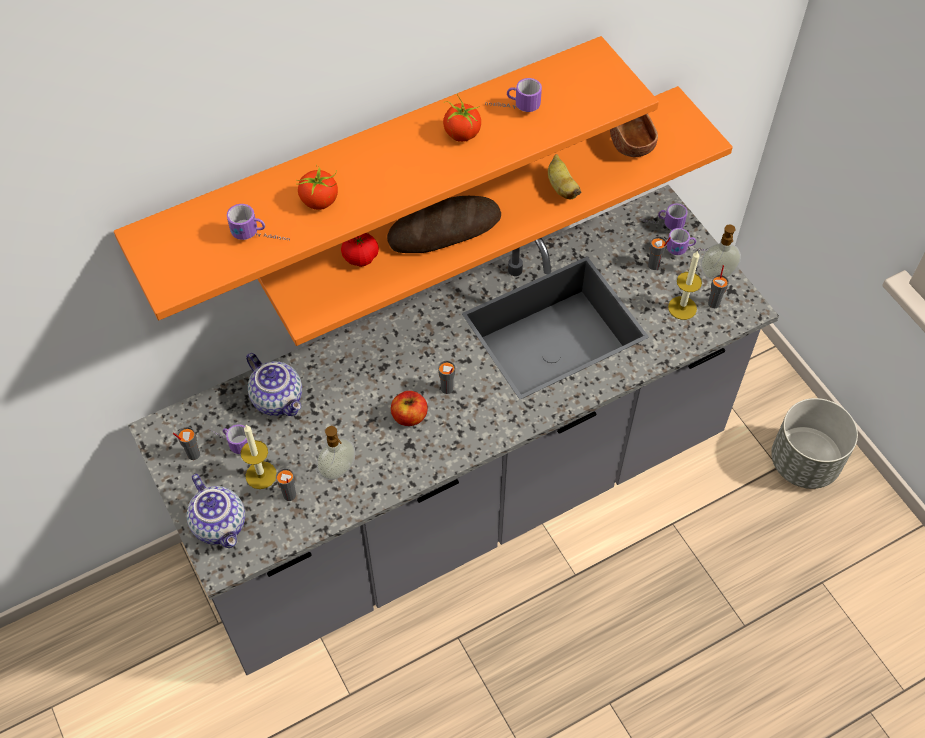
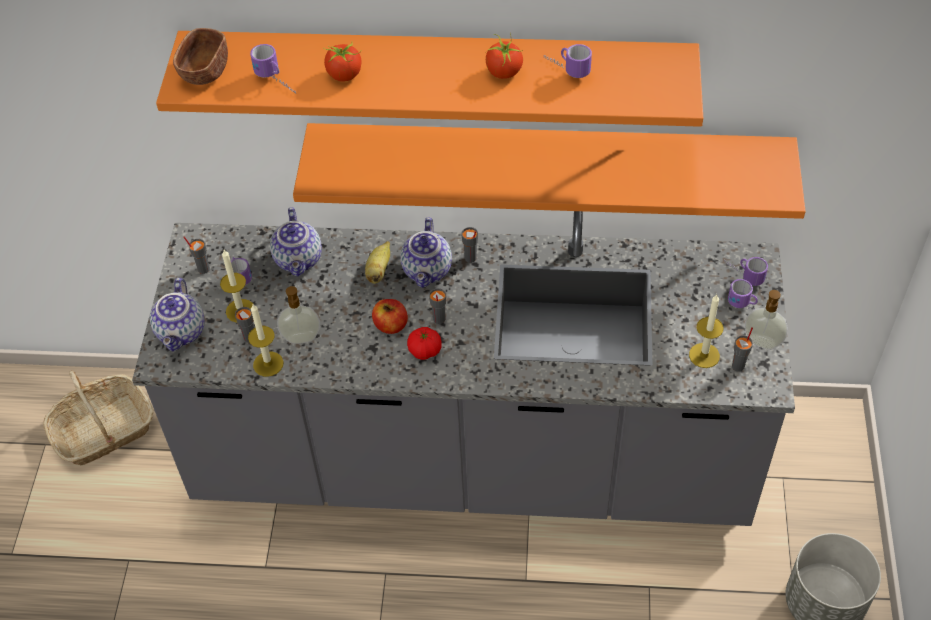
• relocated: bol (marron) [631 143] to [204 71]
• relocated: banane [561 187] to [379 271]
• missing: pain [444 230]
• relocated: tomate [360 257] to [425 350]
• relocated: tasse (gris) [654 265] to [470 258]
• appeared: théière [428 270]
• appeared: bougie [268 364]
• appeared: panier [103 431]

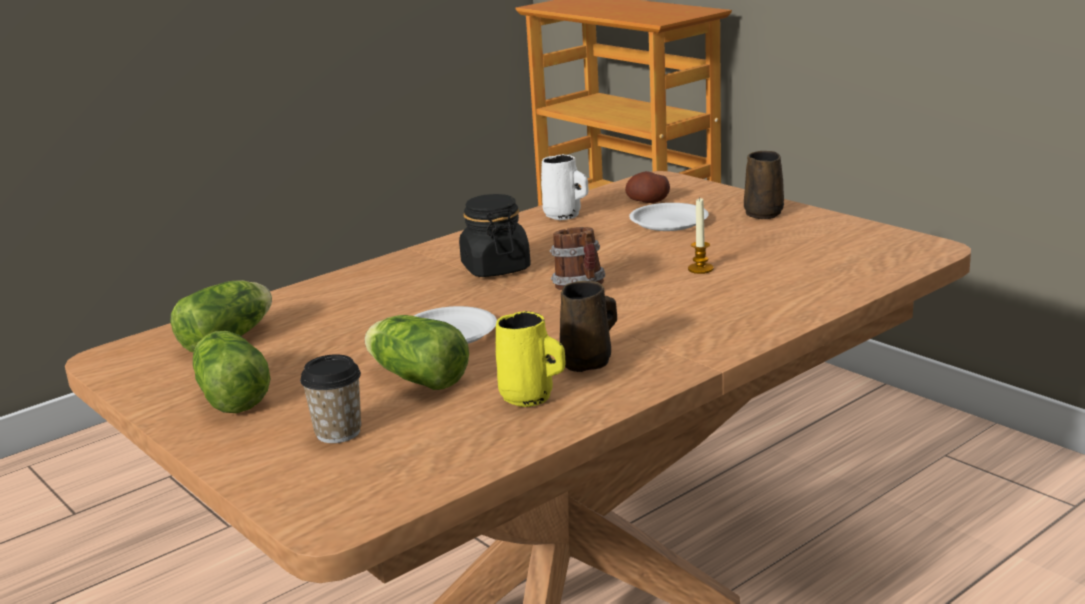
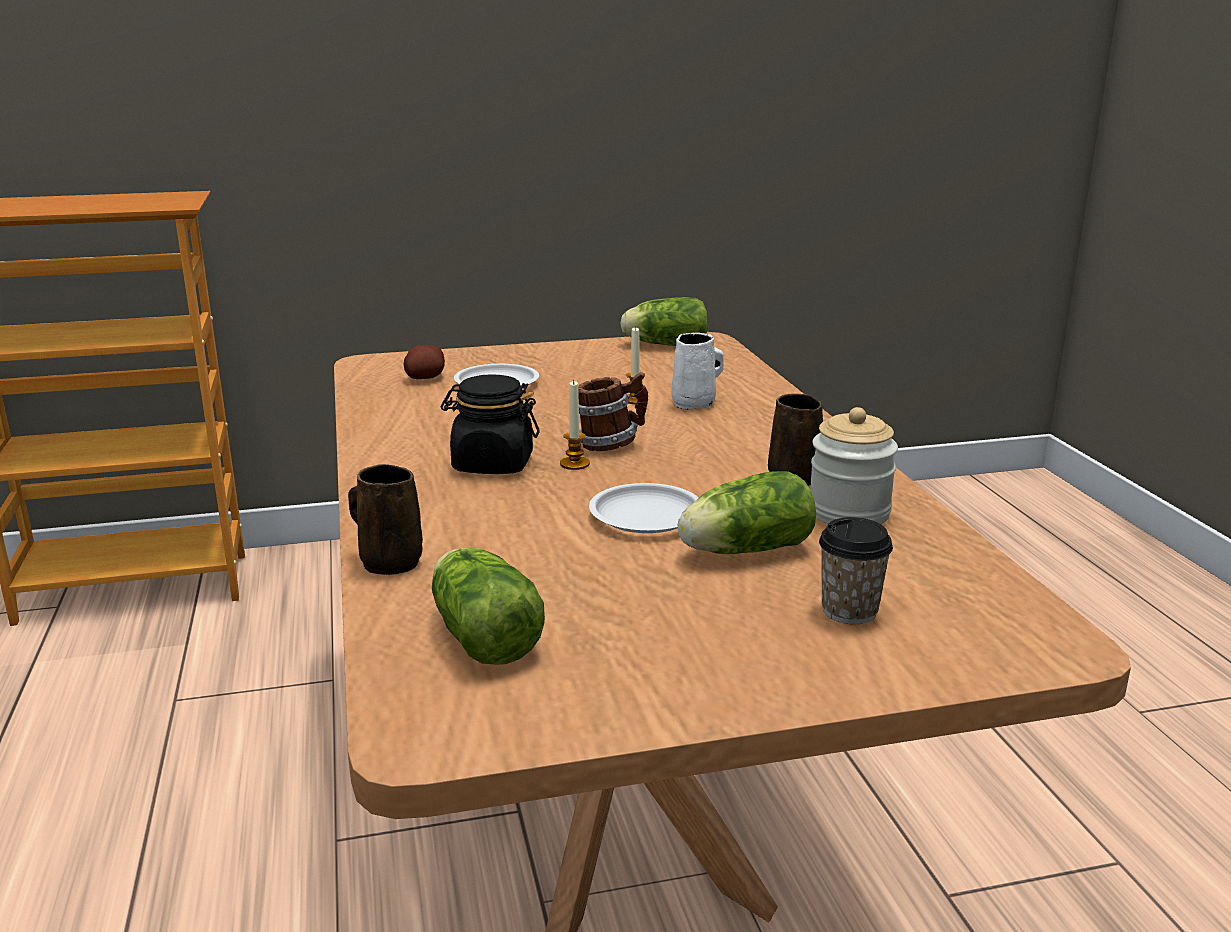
• relocated: mug (marron) [763 213] to [388 562]
• relocated: mug (blanc) [564 216] to [695 403]
• exchanged: mug (jaune) [530 397] to bocal [848 513]
• relocated: laitue [231 395] to [663 344]
• appeared: bougie [574 464]

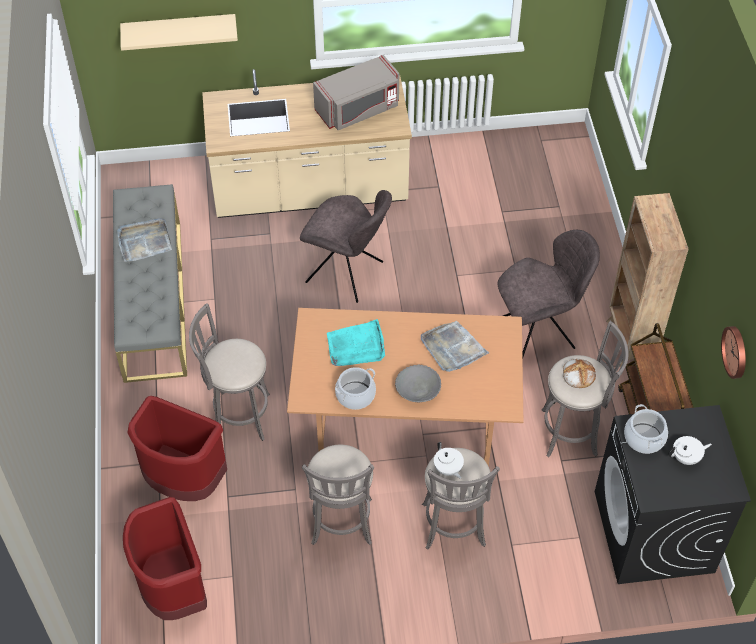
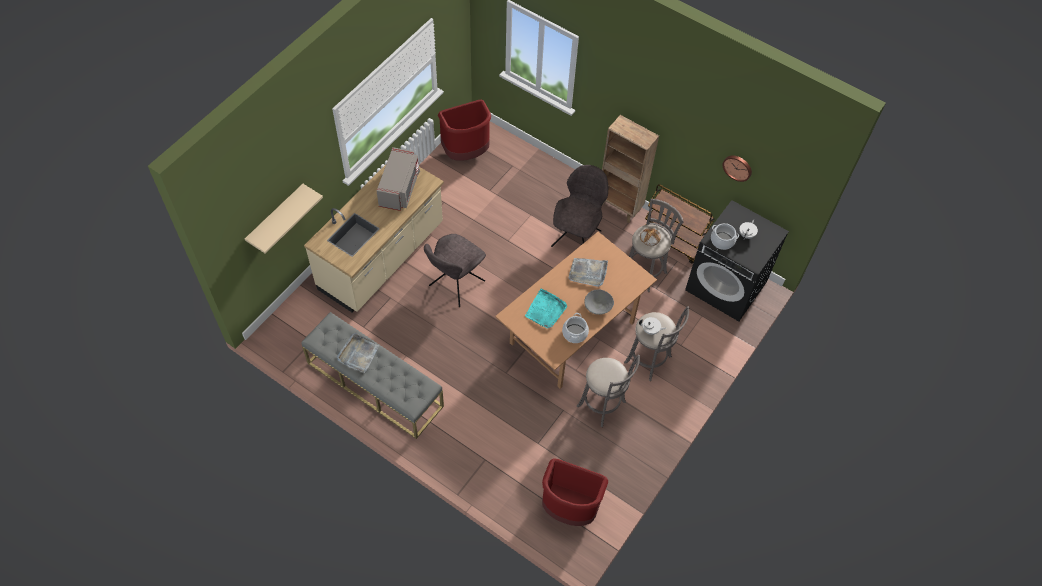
• spun: chaise (gris) [347 273] = [455 284] 150 degrees clockwise
• missing: tabouret (gris) [238 415]
• relocated: poubelle (rouge) [184 482] to [467 153]

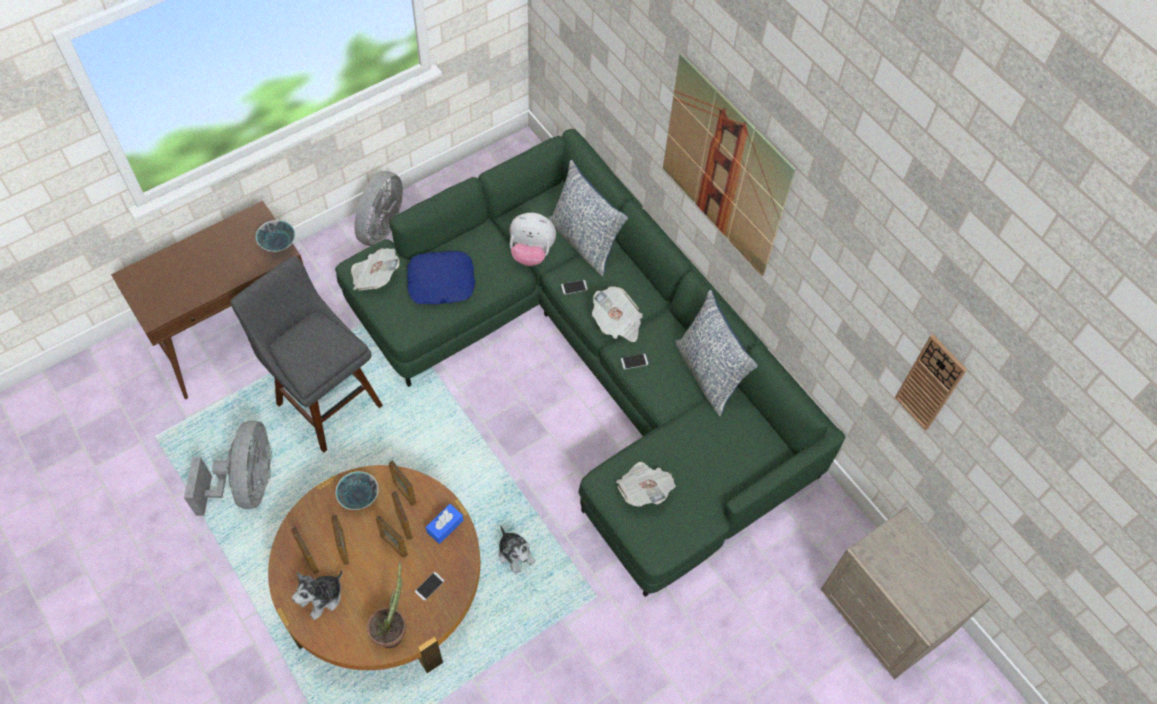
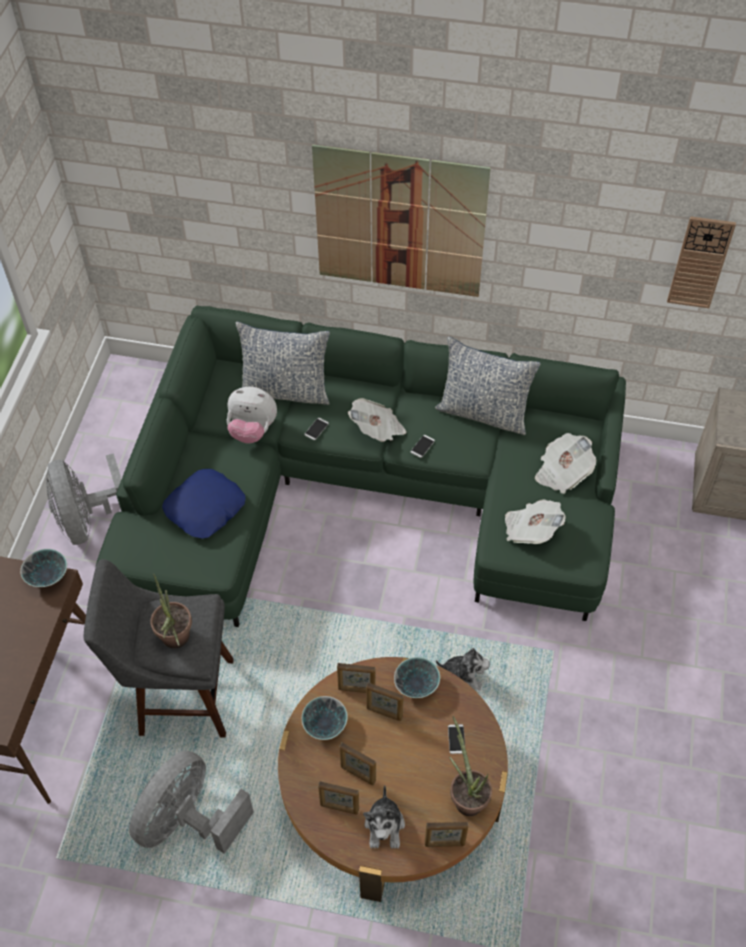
• spun: peluche [531 252] = [252 430] 45 degrees clockwise
• relocated: journal [375 277] to [562 472]
• spun: ventilateur (gris) [247 485] = [188 820] 105 degrees counterclockwise
• exchanged: boîte à mouchoirs (bleu) [445 526] to bol [417 685]
• relocated: cadre photo [394 545] to [445 843]
• appeared: plante en pot [176 642]

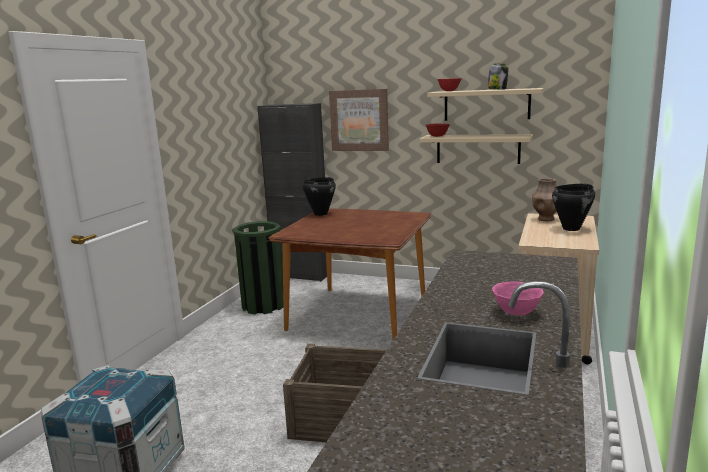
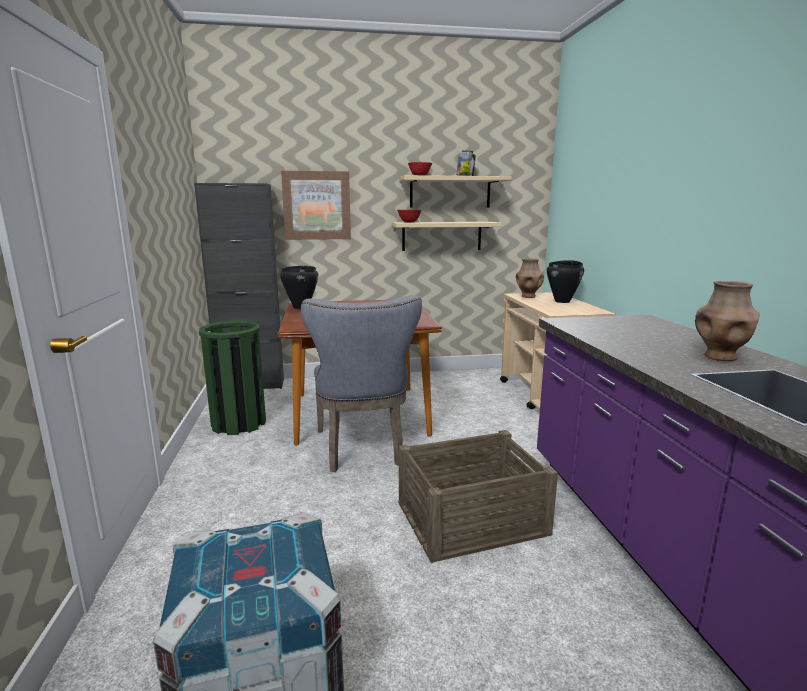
• exchanged: bol (rose) [516 312] to vase (marron) [720 357]
• appeared: chaise (gris) [362 450]

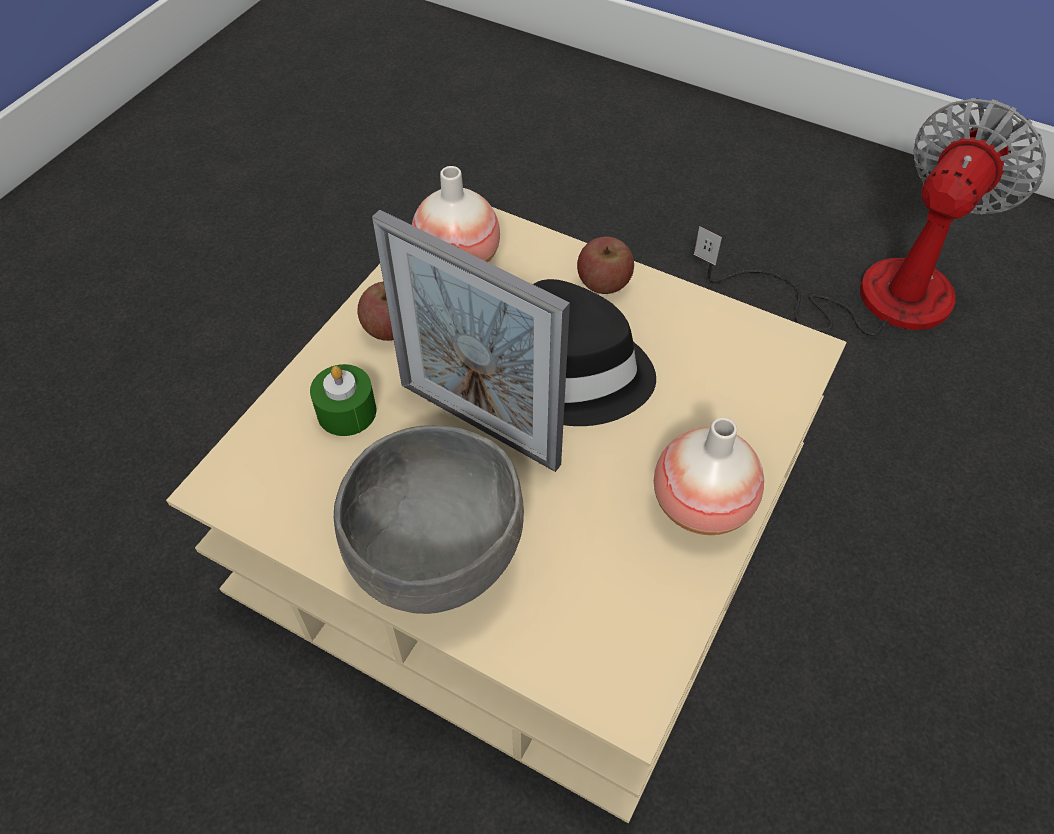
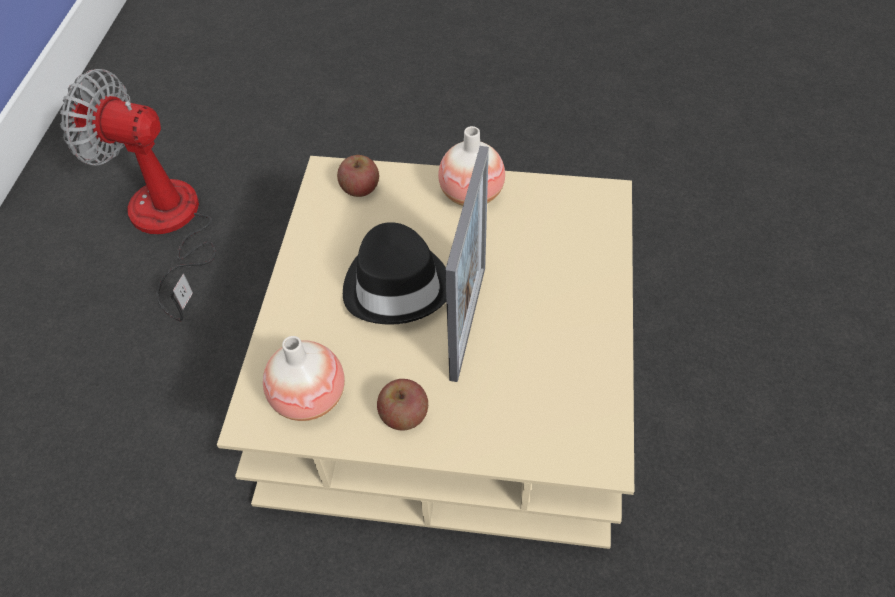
• relocated: pomme [604 282] to [360 188]
• missing: bougie (vert) [346 411]
• missing: bol (gris) [437 557]

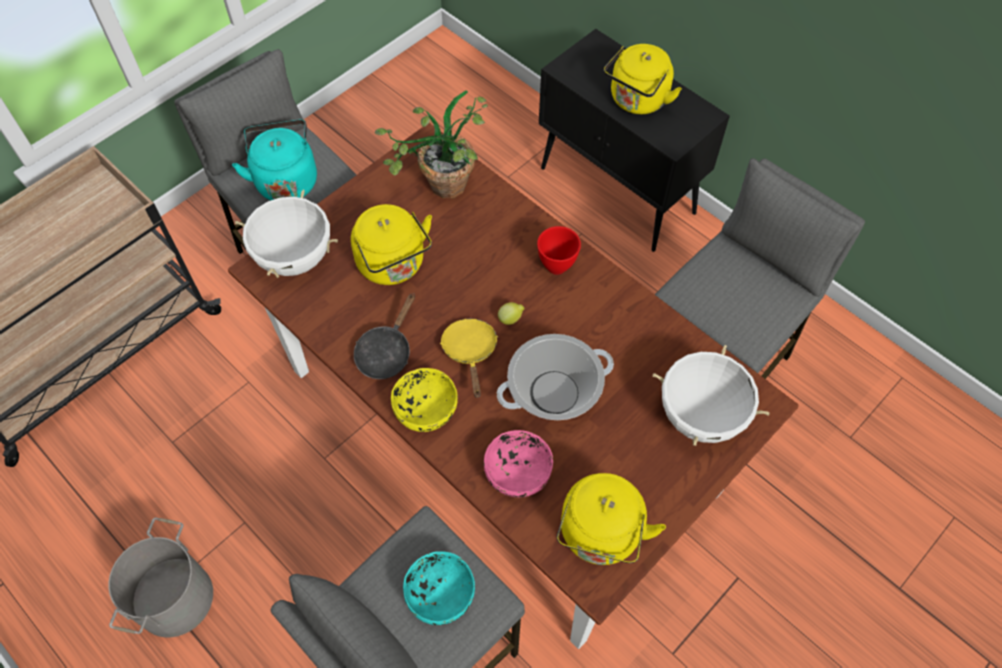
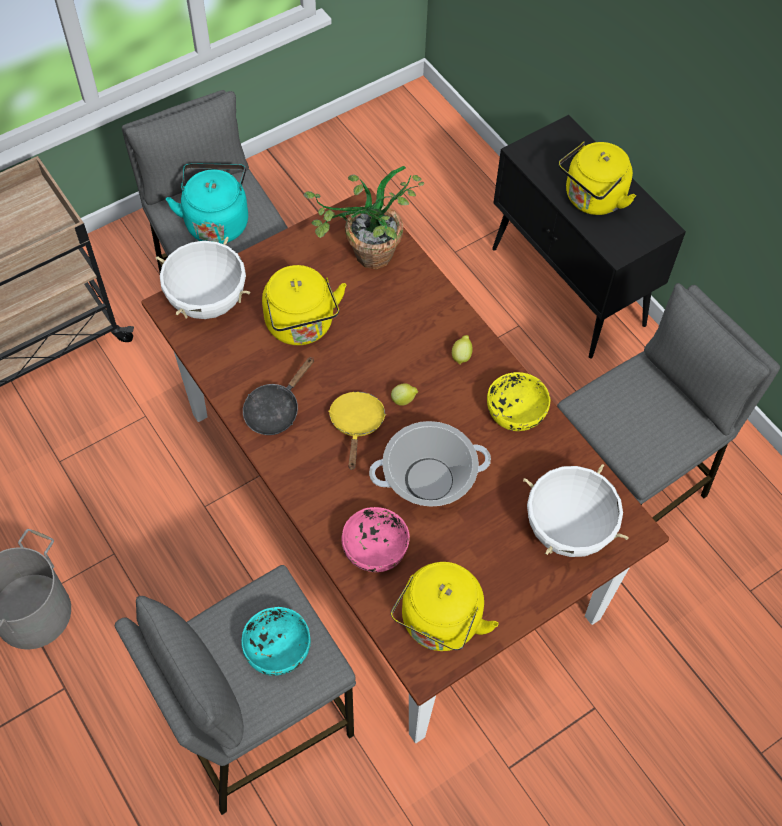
• exchanged: bol (rouge) [556 266] to citron [461 355]
• relocated: bol (jaune) [426 409] to [516 411]

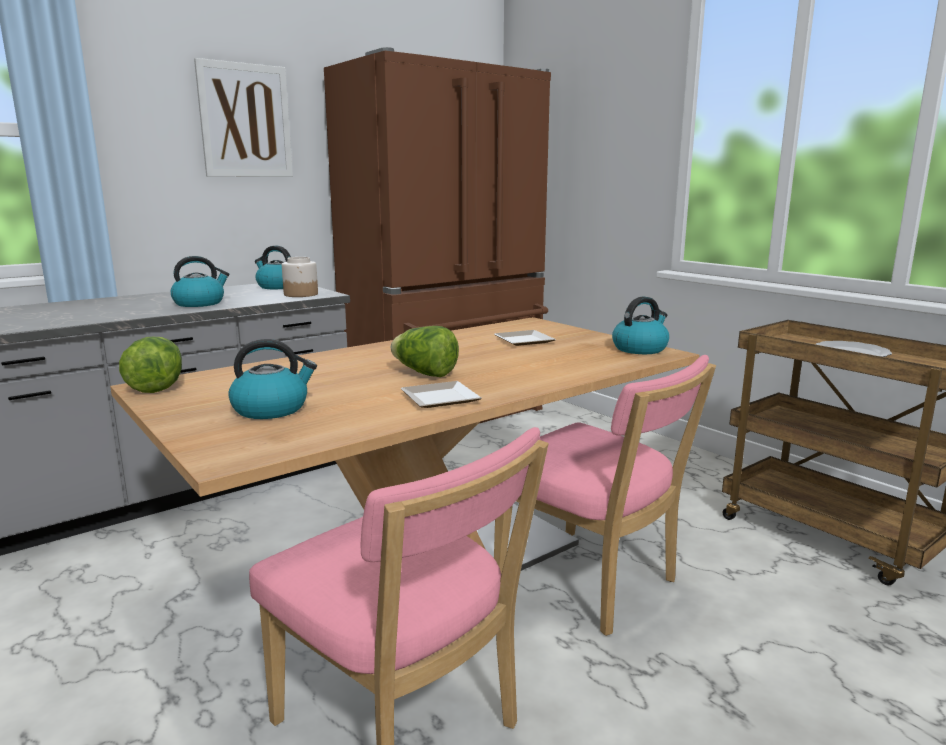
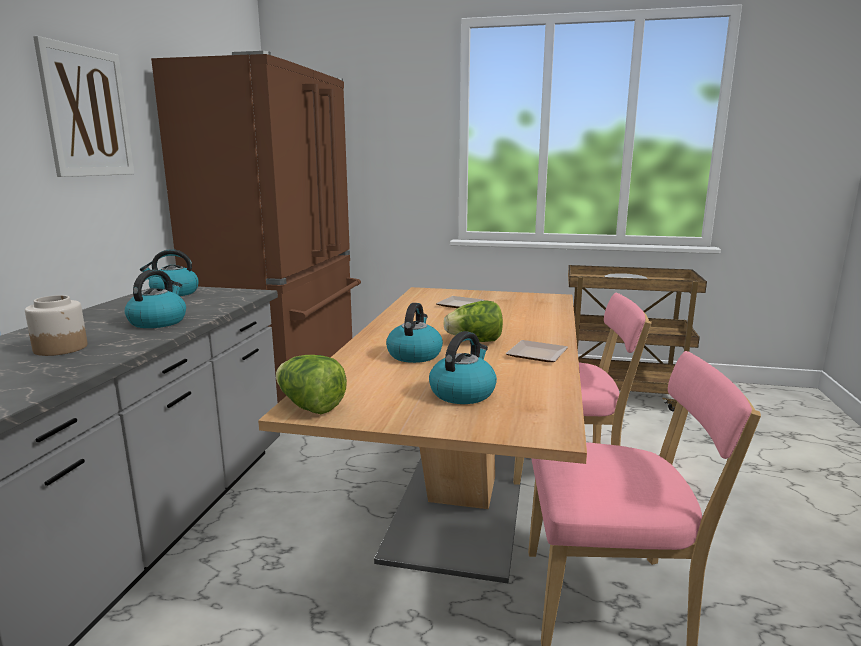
• relocated: bocal [301 294] to [61 348]
• relocated: bouilloire [640 349] to [414 355]

